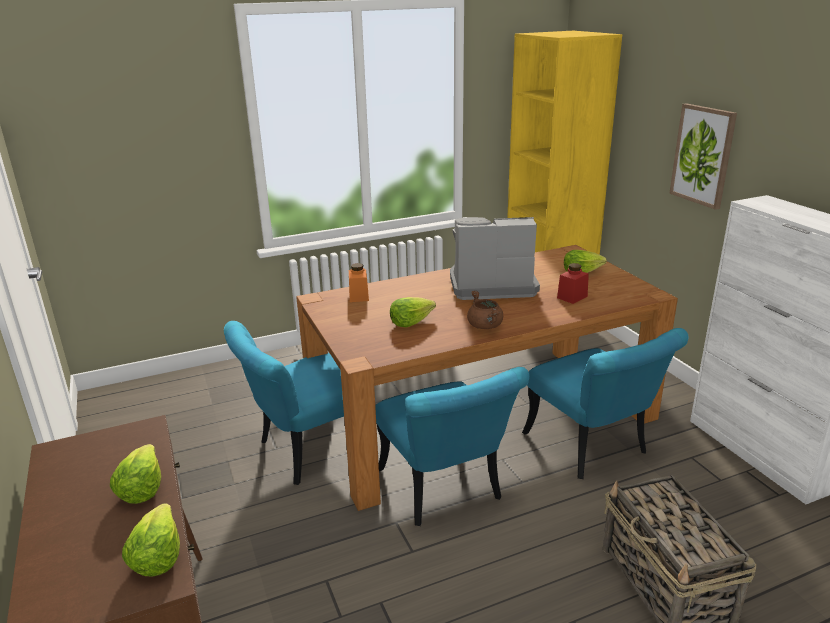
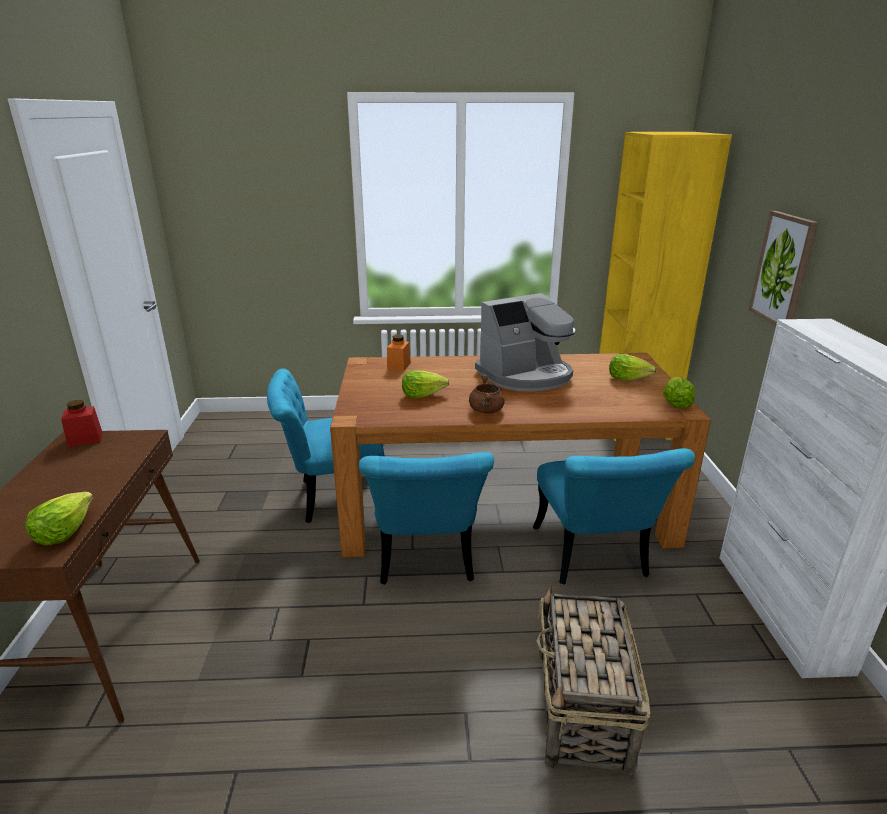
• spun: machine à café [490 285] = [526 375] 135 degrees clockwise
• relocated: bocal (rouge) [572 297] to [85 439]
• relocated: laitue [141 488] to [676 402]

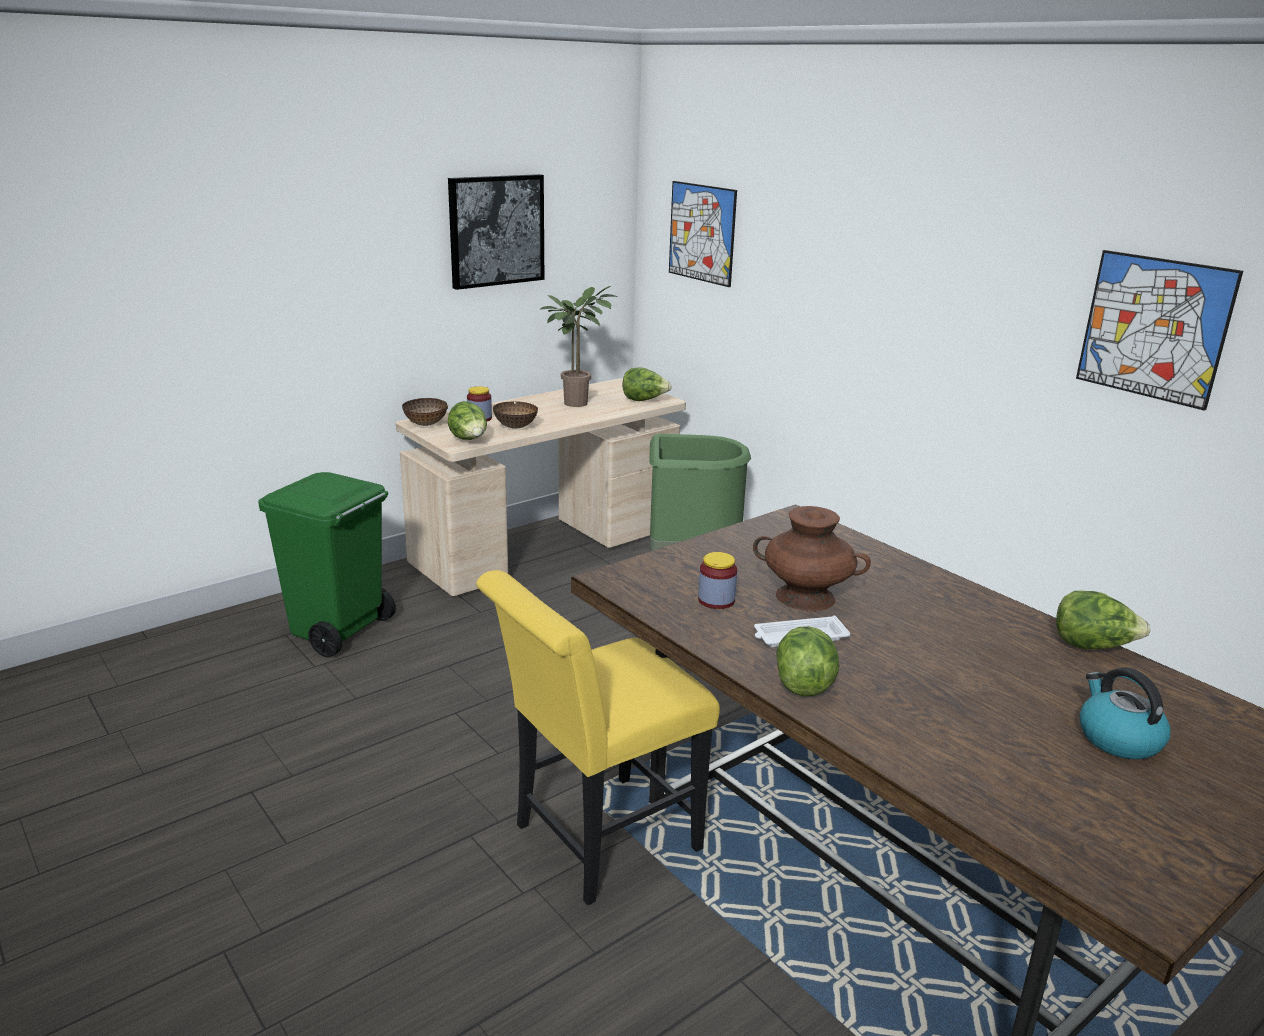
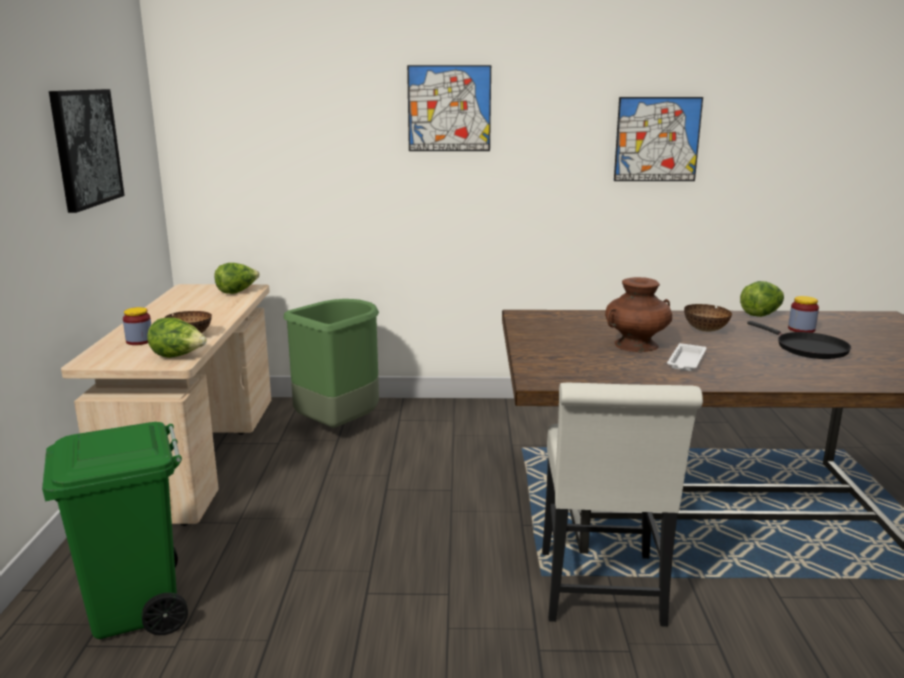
• relocated: tableau [702 233] to [449 108]
• missing: plante en pot [577 402]
• relocated: bol [425 424] to [706 330]
• relocated: bocal [716 600] to [801 329]
• colour: chaise (jaune) [596 842] to chaise (blanc) [602 594]
• missing: laitue [803 683]
• missing: bouilloire [1117 738]
• appeared: poêle (noir) [807 348]

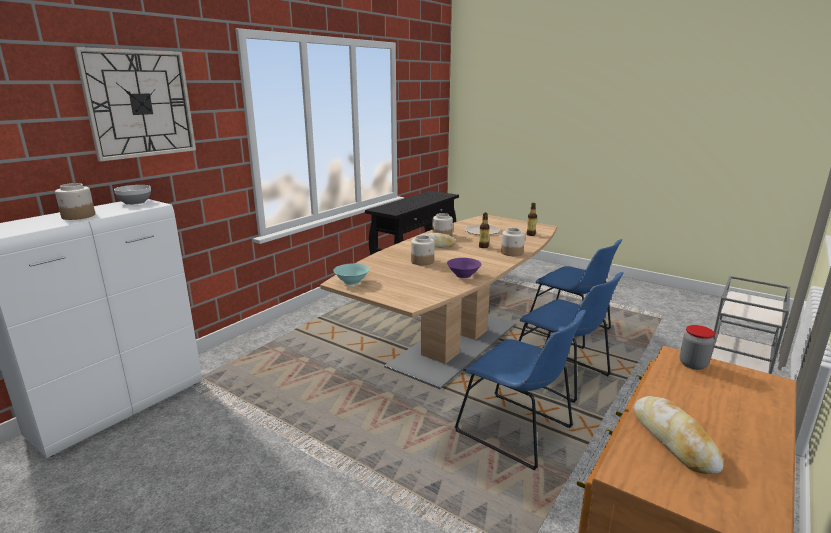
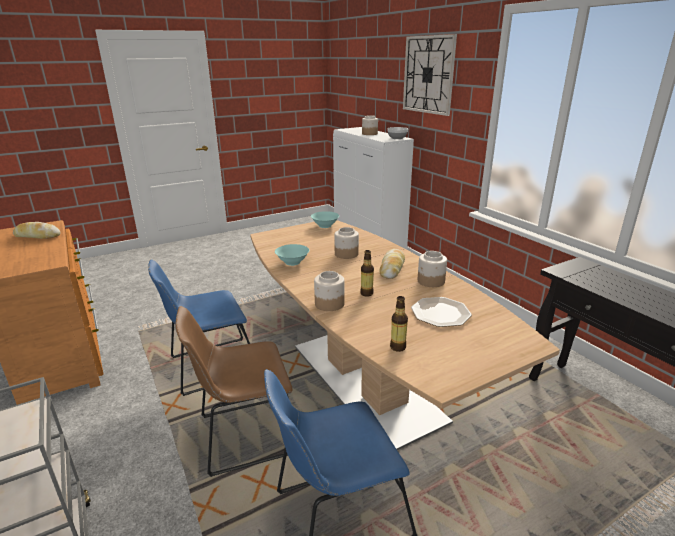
• colour: bol (violet) [463 275] to bol (turquoise) [292 262]
• colour: chaise (bleu) [562 376] to chaise (marron) [246 434]
• missing: bocal [693 364]

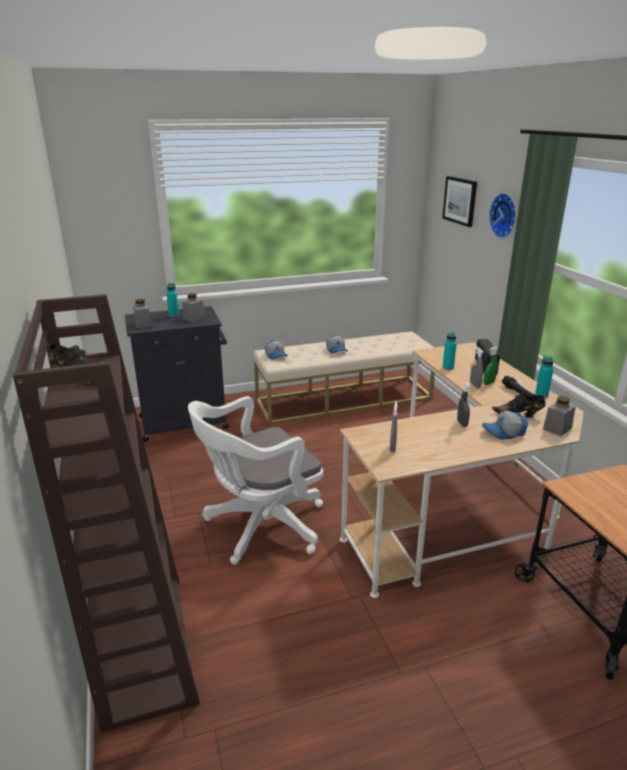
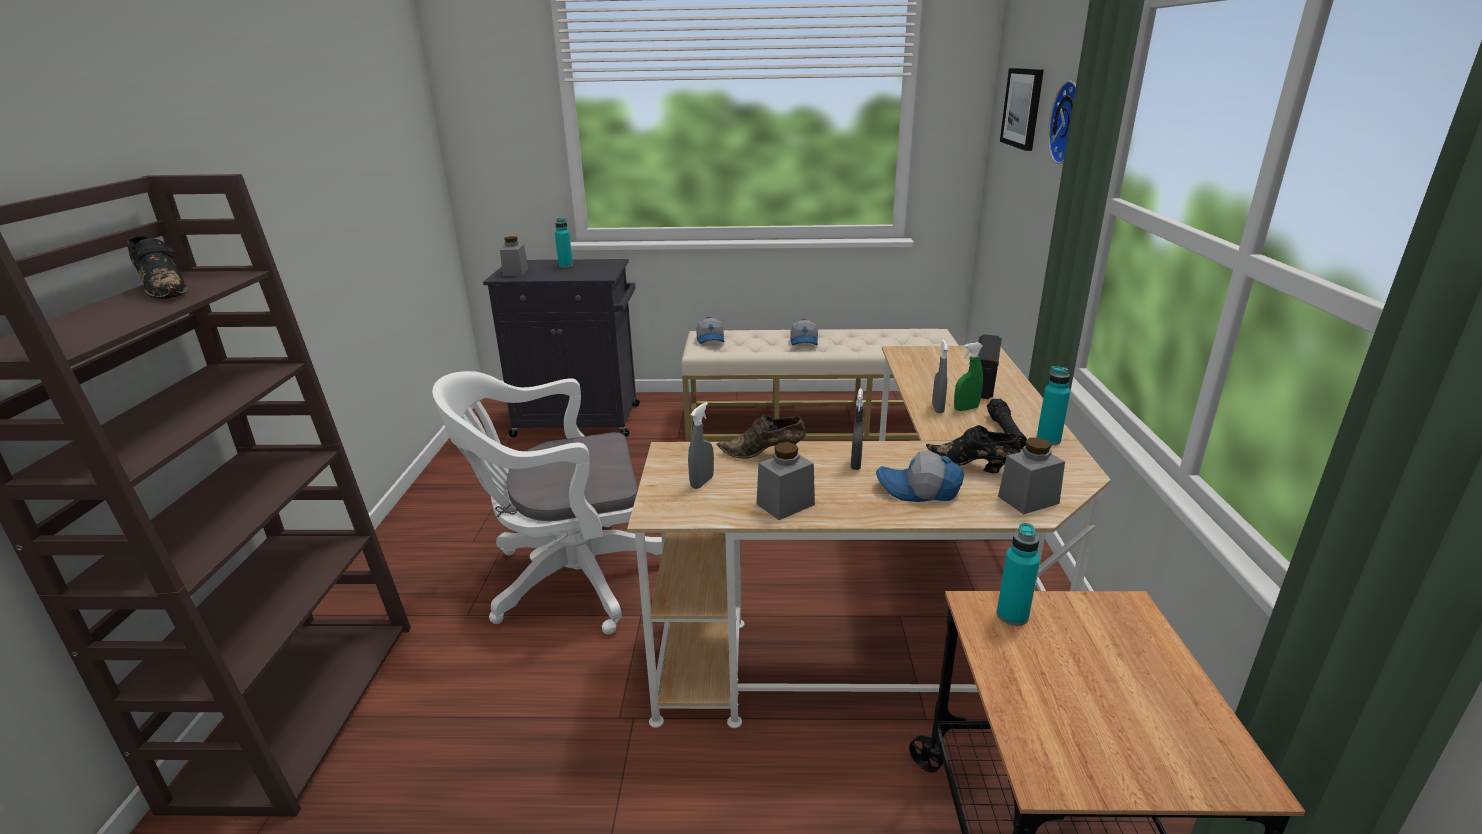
• relocated: bocal (gris) [194 318] to [785 504]
• relocated: bouteille (turquoise) [448 367] to [1012 616]
• appeared: chaussure (marron) [764 454]

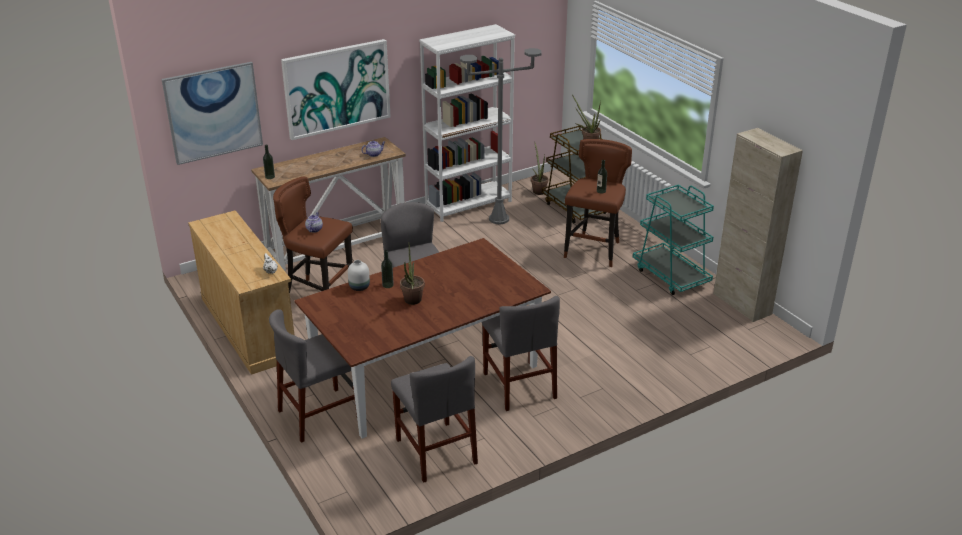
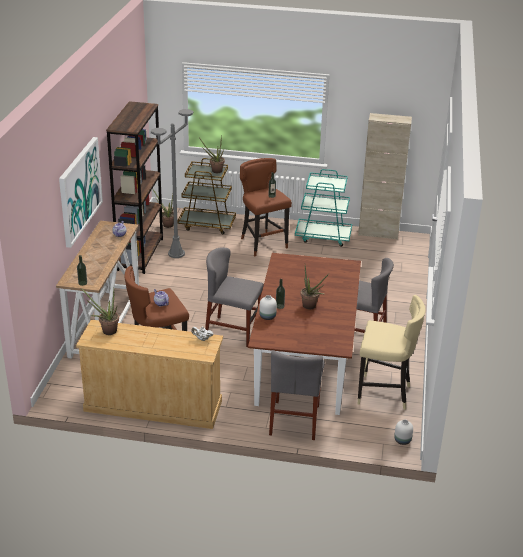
• colour: bibliothèque (blanc) [469 204] to bibliothèque (marron) [140 254]
• missing: tableau [213 112]
• exchanged: chaise (gris) [436 451] to tabouret (beige) [384 394]
• appeared: plante en pot [106 331]
• appeared: vase (blanc) [403 440]

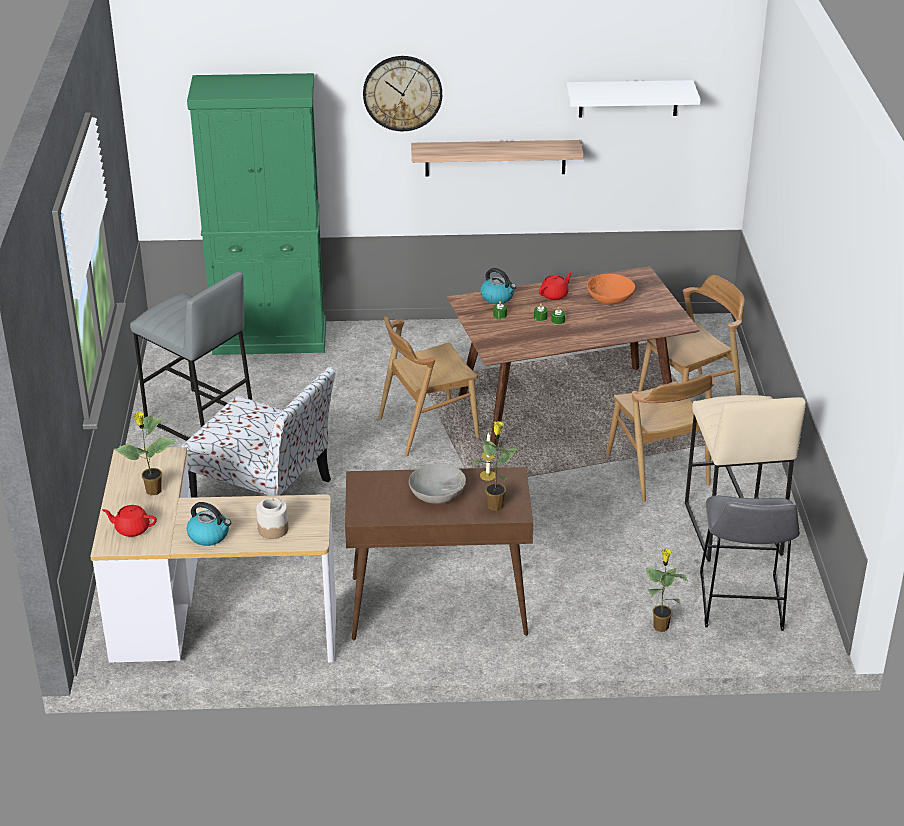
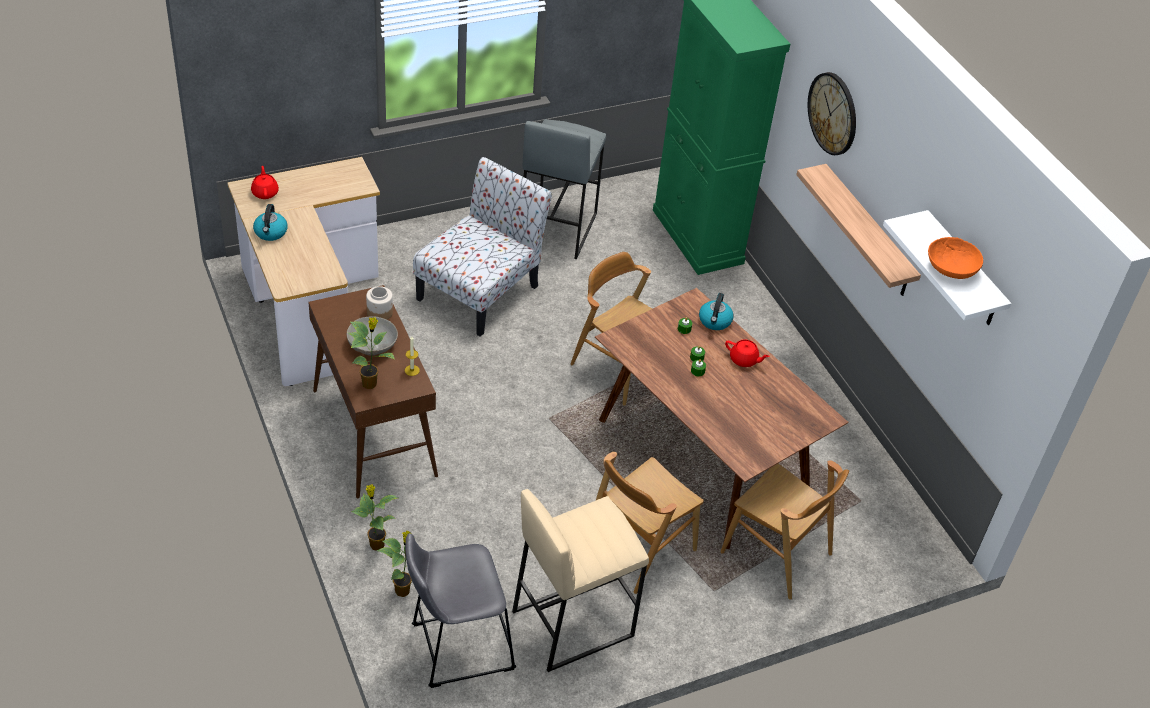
• relocated: bol (orange) [610 298] to [951 268]
• spun: chaise [264 491] = [480 291] 150 degrees counterclockwise
• relocated: plante en pot [152 491] to [376 544]
• relocated: bocal [273 529] to [380 312]

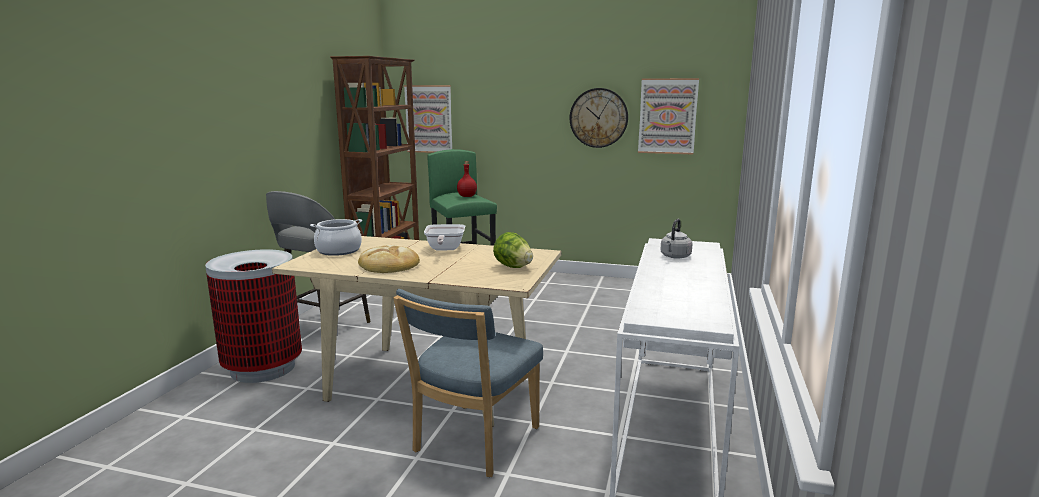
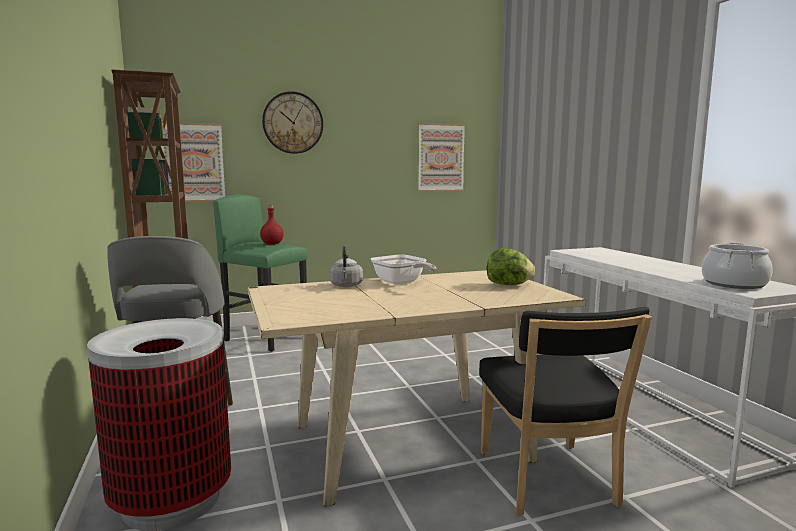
• relocated: horloge murale [598 118] to [293 123]
• relocated: marmite [339 251] to [734 284]
• relocated: bouilloire (gris) [675 257] to [346 286]
• missing: pain [389 264]
• colour: chaise (bleu) [473 442] to chaise (noir) [549 482]

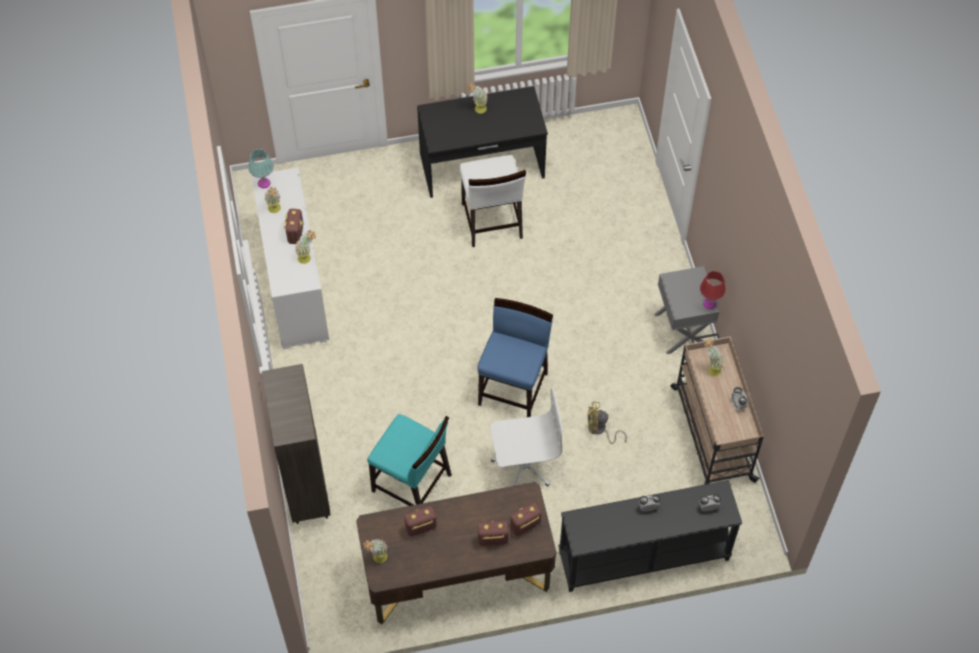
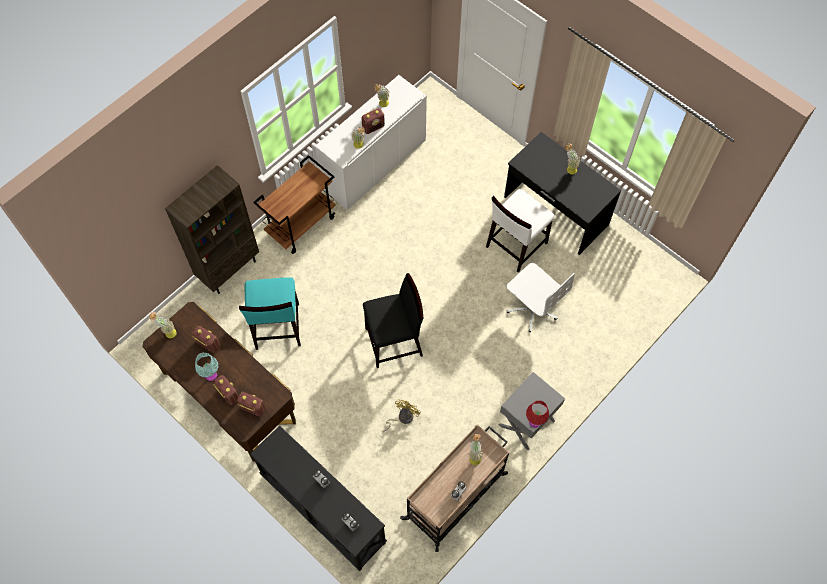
• relocated: lampe de table (turquoise) [264 183] to [211 375]
• colour: chaise (bleu) [514 388] to chaise (noir) [394 342]
• relocated: chaise de bureau (blanc) [523 464] to [532 308]
• spun: ventilateur (jaune) [599 430] = [402 418] 60 degrees clockwise
• appeared: chariot (marron) [301 224]

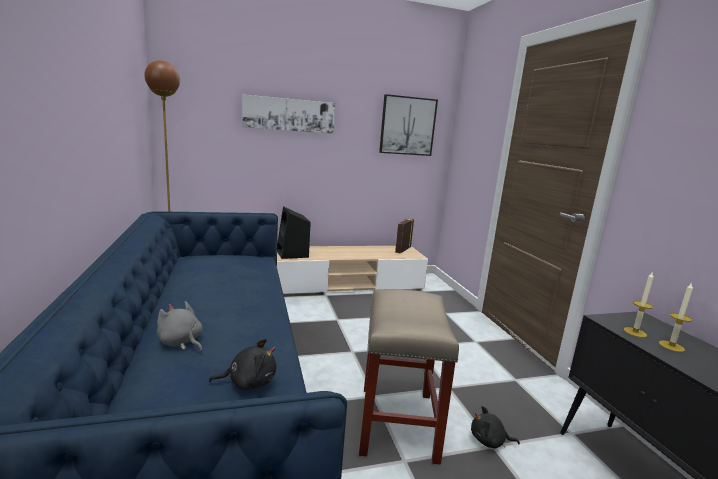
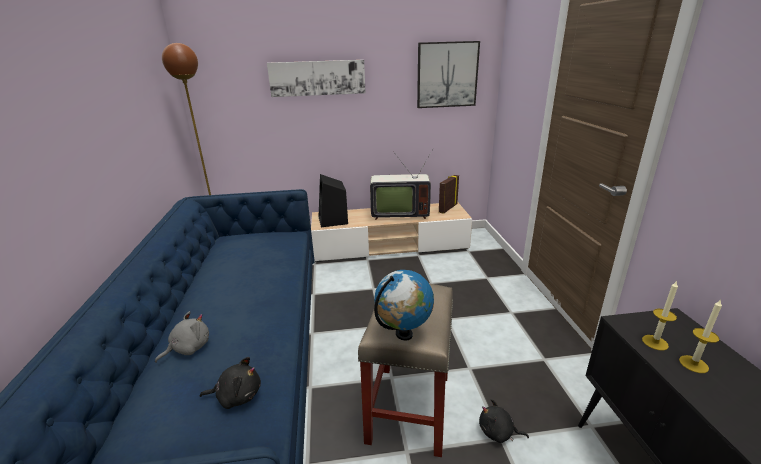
• spun: peluche (gris) [181 342] = [188 348] 90 degrees clockwise
• appeared: téléviseur [398 214]
• appeared: globe [404 334]

